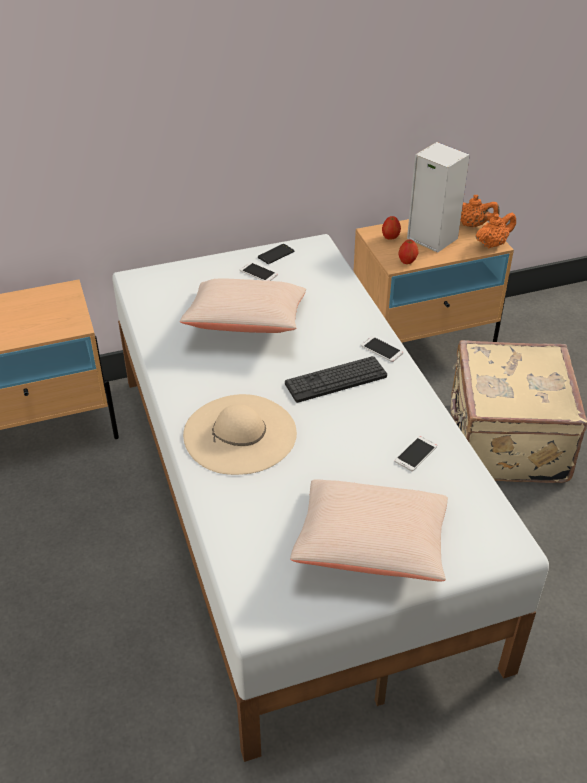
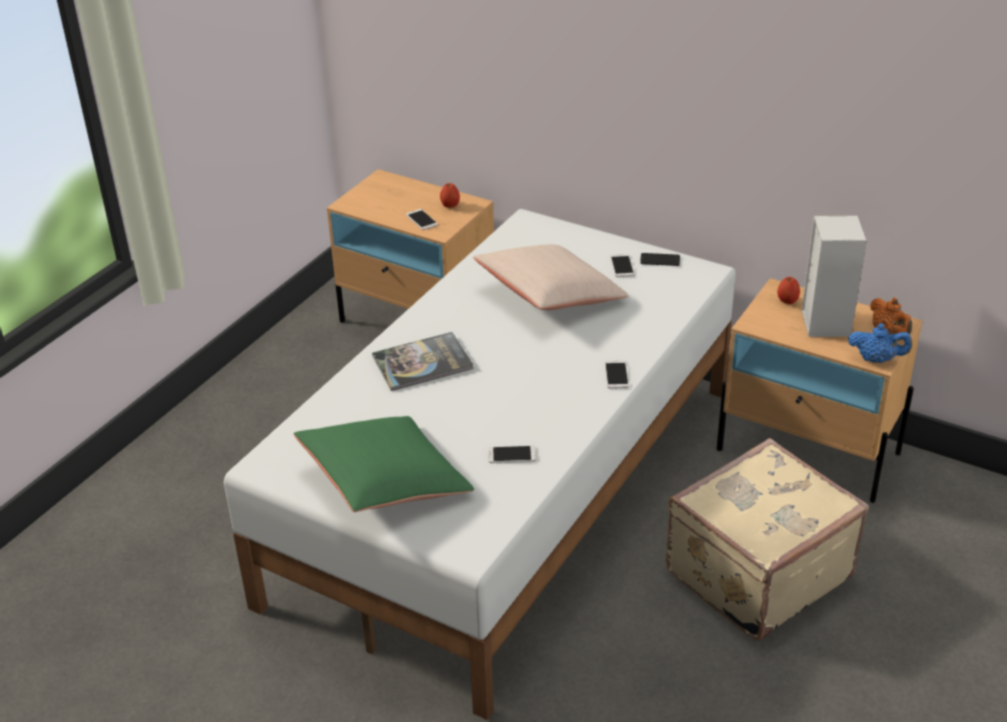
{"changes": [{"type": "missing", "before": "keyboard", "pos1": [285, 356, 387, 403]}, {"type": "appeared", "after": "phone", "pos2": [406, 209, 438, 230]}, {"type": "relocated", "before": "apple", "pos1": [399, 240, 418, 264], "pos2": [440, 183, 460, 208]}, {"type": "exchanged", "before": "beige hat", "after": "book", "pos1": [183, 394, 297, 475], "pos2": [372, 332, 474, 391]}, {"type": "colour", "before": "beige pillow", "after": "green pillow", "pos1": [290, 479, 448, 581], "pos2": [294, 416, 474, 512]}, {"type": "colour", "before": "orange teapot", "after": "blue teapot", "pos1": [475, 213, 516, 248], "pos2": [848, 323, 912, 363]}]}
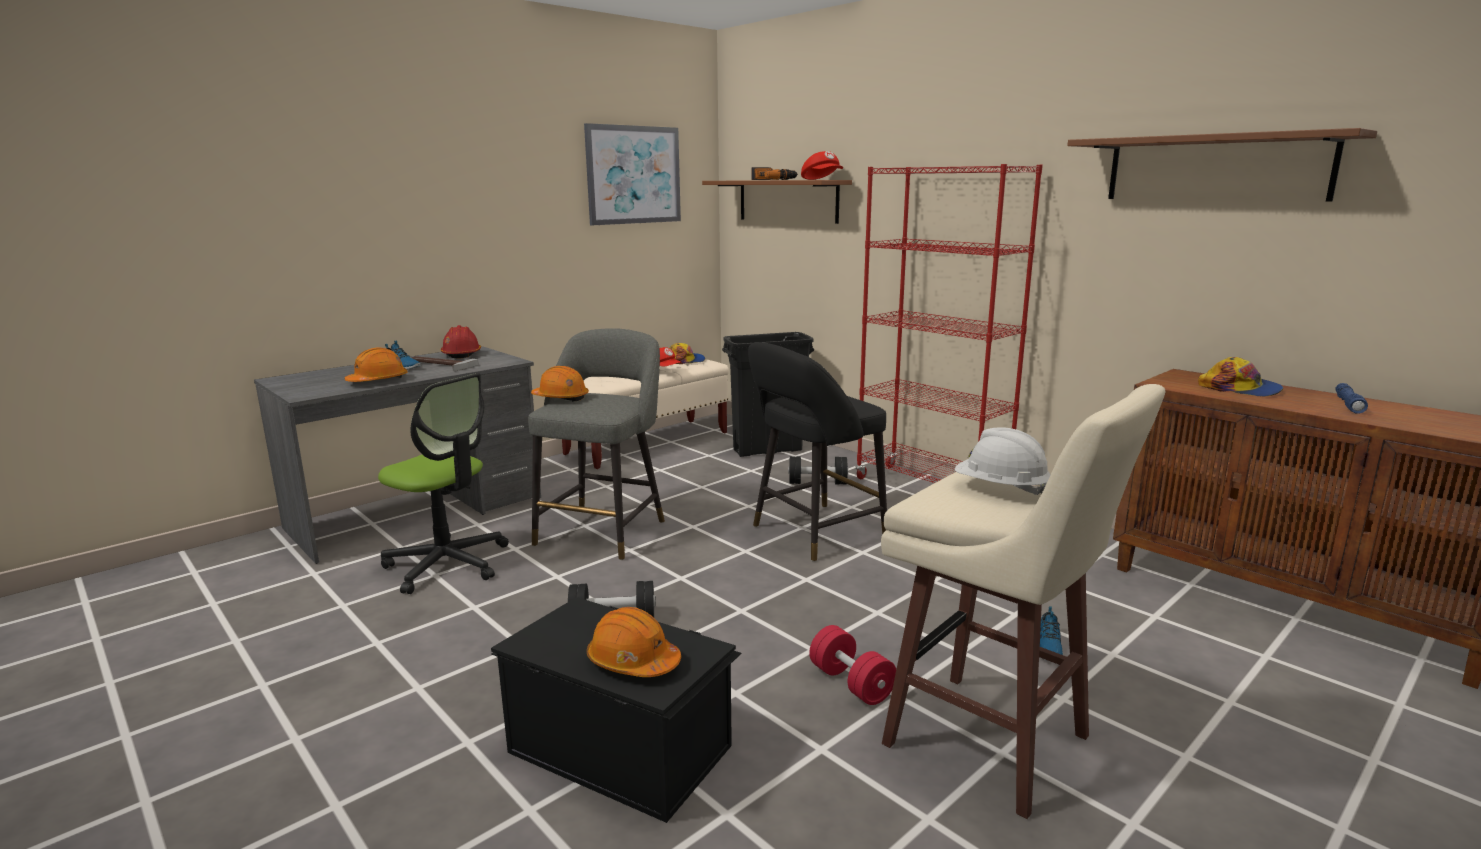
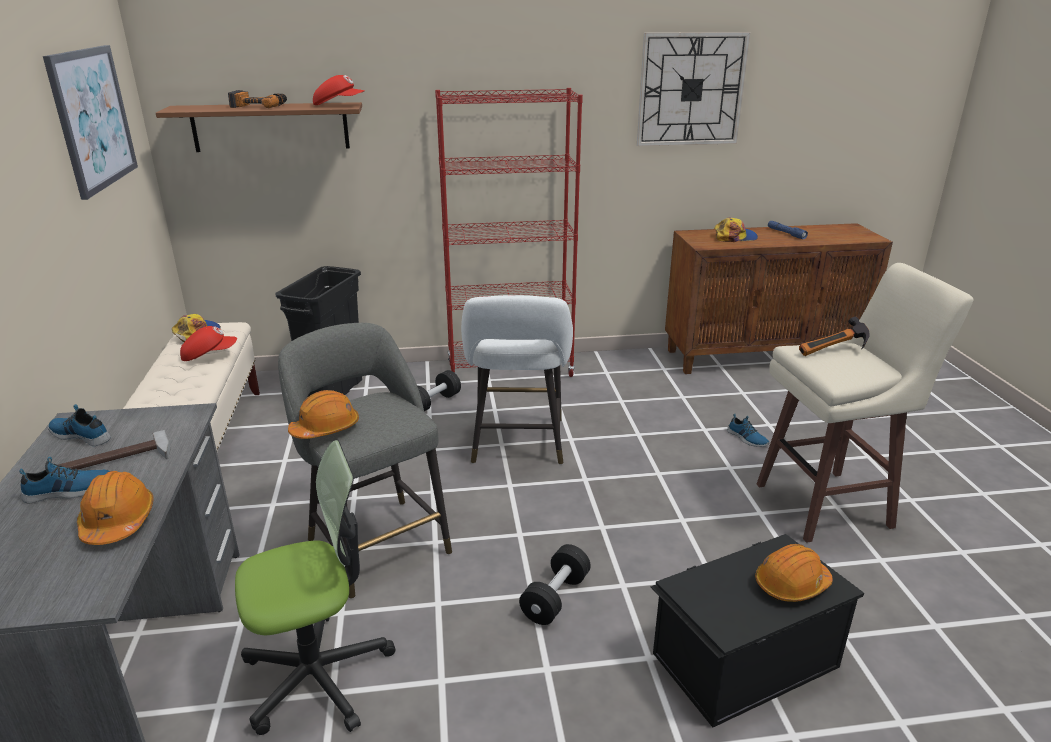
{"changes": [{"type": "missing", "before": "red dumbbell", "pos1": [809, 625, 896, 705]}, {"type": "exchanged", "before": "red hard hat", "after": "shoe", "pos1": [441, 325, 481, 358], "pos2": [48, 404, 111, 446]}, {"type": "exchanged", "before": "white hard hat", "after": "hammer", "pos1": [955, 427, 1051, 495], "pos2": [799, 317, 870, 356]}, {"type": "exchanged", "before": "brown shelf", "after": "wall clock", "pos1": [1067, 128, 1377, 202], "pos2": [637, 32, 751, 146]}, {"type": "colour", "before": "black stool", "after": "white stool", "pos1": [748, 342, 887, 562], "pos2": [461, 295, 573, 465]}]}
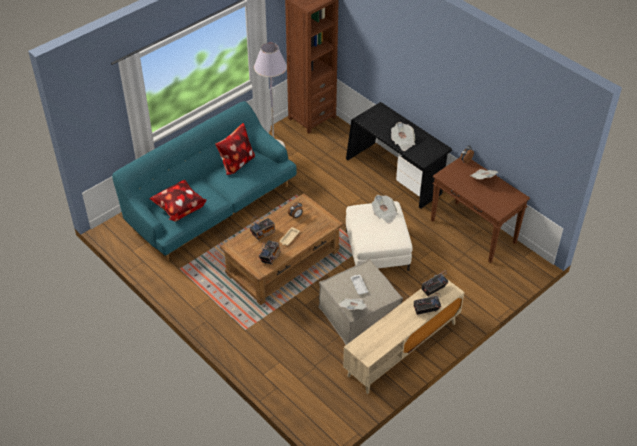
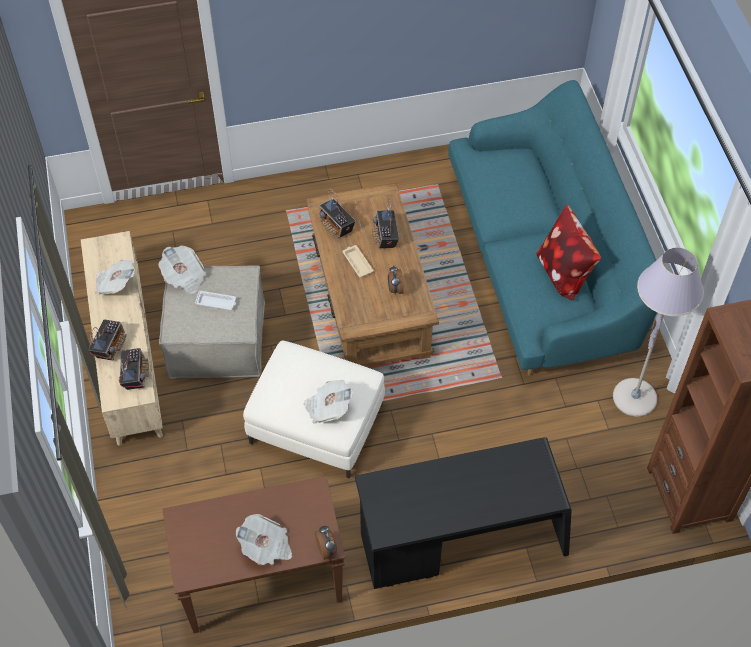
{"changes": [{"type": "missing", "before": "pillow", "pos1": [149, 180, 206, 222]}, {"type": "relocated", "before": "newspaper", "pos1": [391, 122, 415, 151], "pos2": [95, 260, 135, 294]}]}
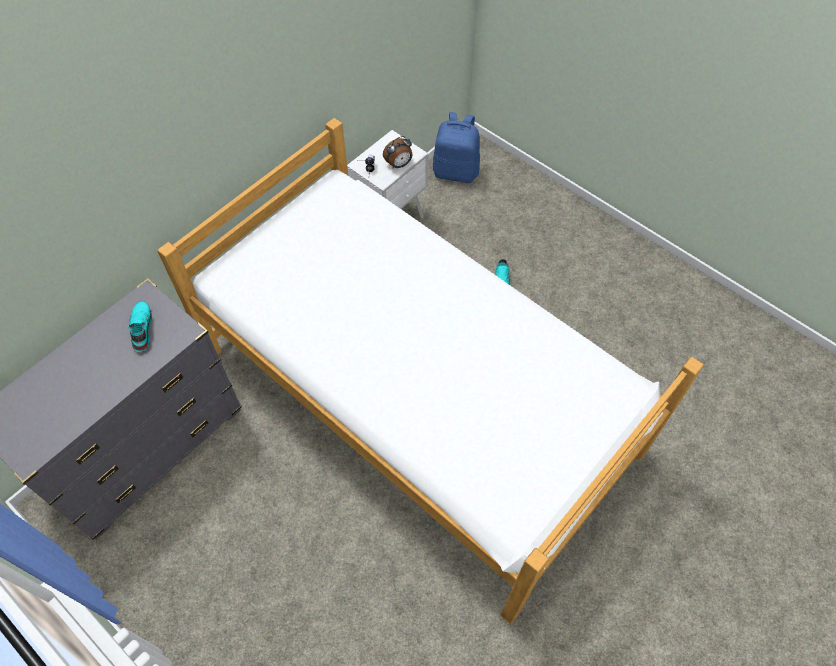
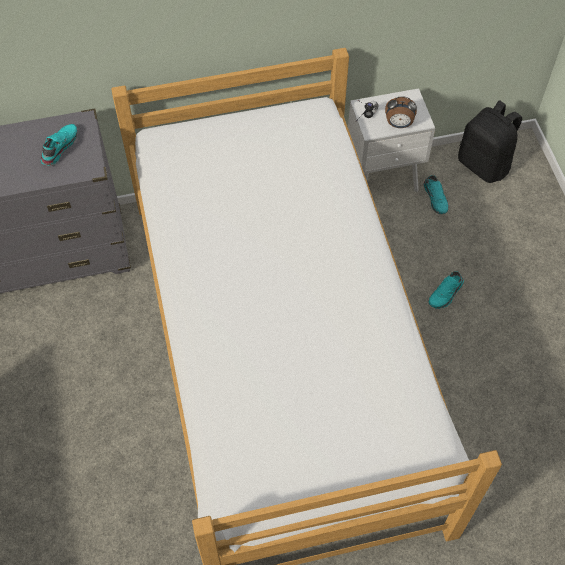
{"changes": [{"type": "appeared", "after": "turquoise shoe", "pos2": [424, 175, 449, 214]}, {"type": "colour", "before": "blue backpack", "after": "black backpack", "pos1": [433, 112, 480, 183], "pos2": [458, 100, 522, 183]}]}
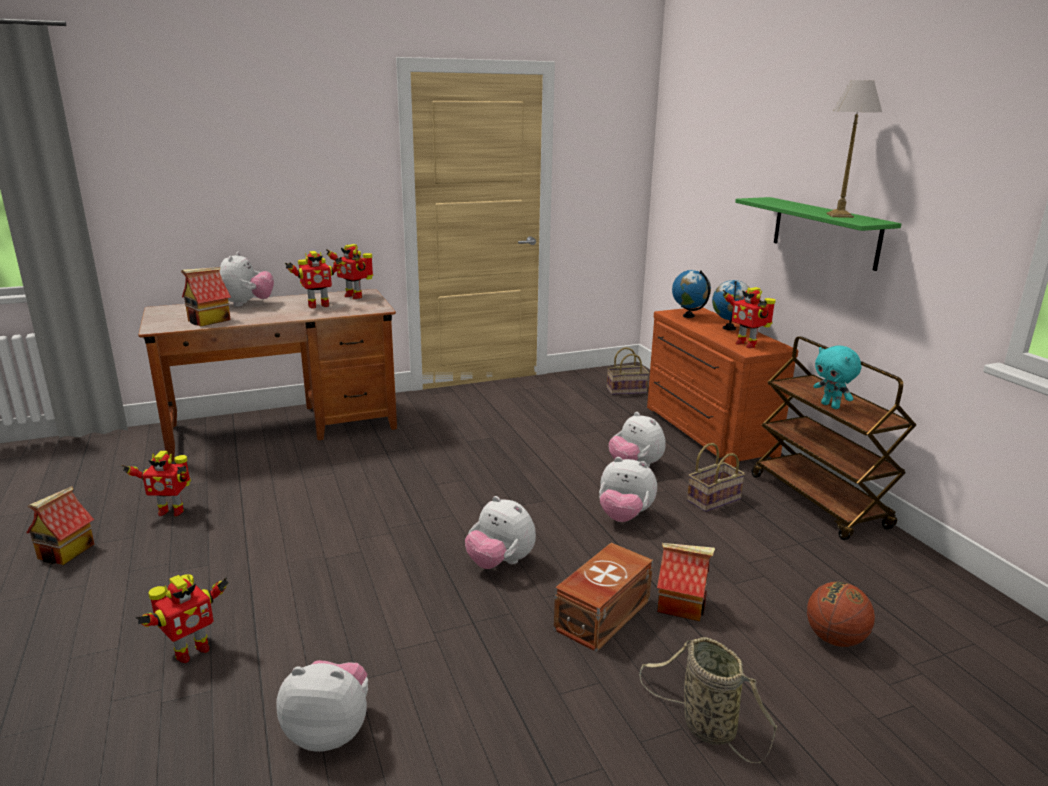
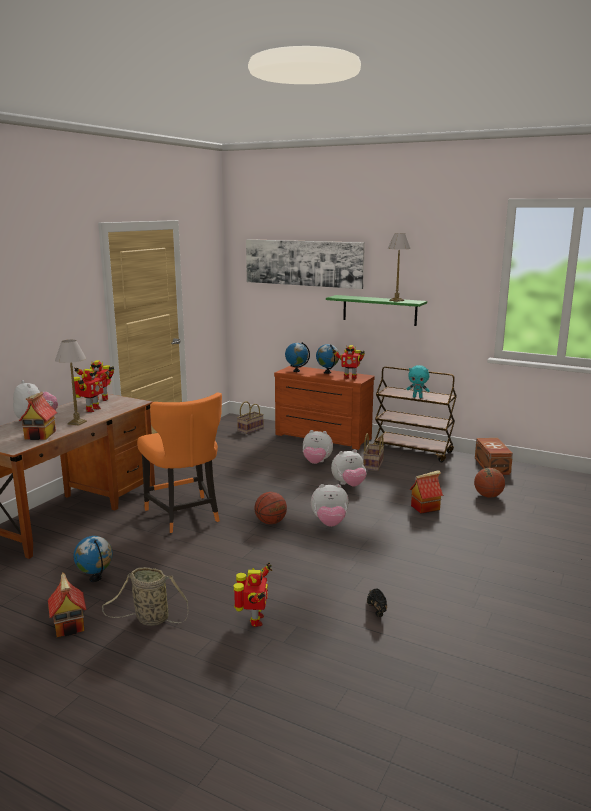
{"changes": [{"type": "appeared", "after": "table lamp", "pos2": [55, 340, 87, 426]}, {"type": "appeared", "after": "orange chair", "pos2": [137, 392, 222, 533]}, {"type": "appeared", "after": "picture", "pos2": [246, 239, 365, 289]}, {"type": "appeared", "after": "basketball", "pos2": [254, 492, 287, 524]}, {"type": "relocated", "before": "brown storage box", "pos1": [554, 543, 653, 652], "pos2": [475, 438, 513, 475]}, {"type": "relocated", "before": "basket", "pos1": [639, 637, 777, 763], "pos2": [102, 567, 188, 626]}, {"type": "exchanged", "before": "toy robot", "after": "globe", "pos1": [122, 451, 191, 516], "pos2": [73, 536, 113, 582]}, {"type": "exchanged", "before": "plush toy", "after": "black shoe", "pos1": [276, 660, 368, 752], "pos2": [367, 589, 387, 617]}]}
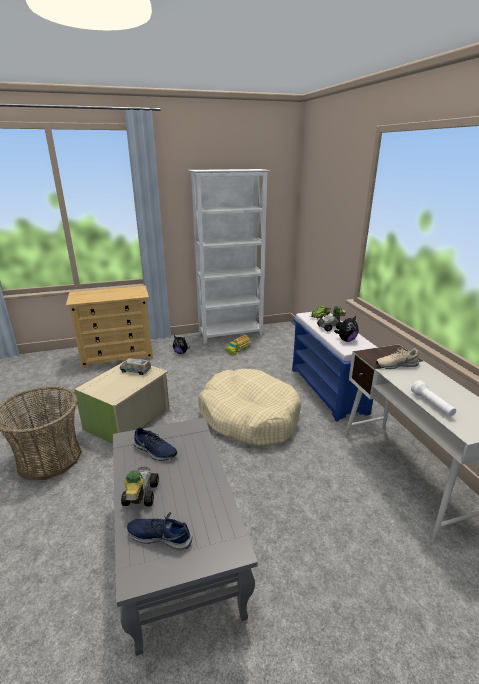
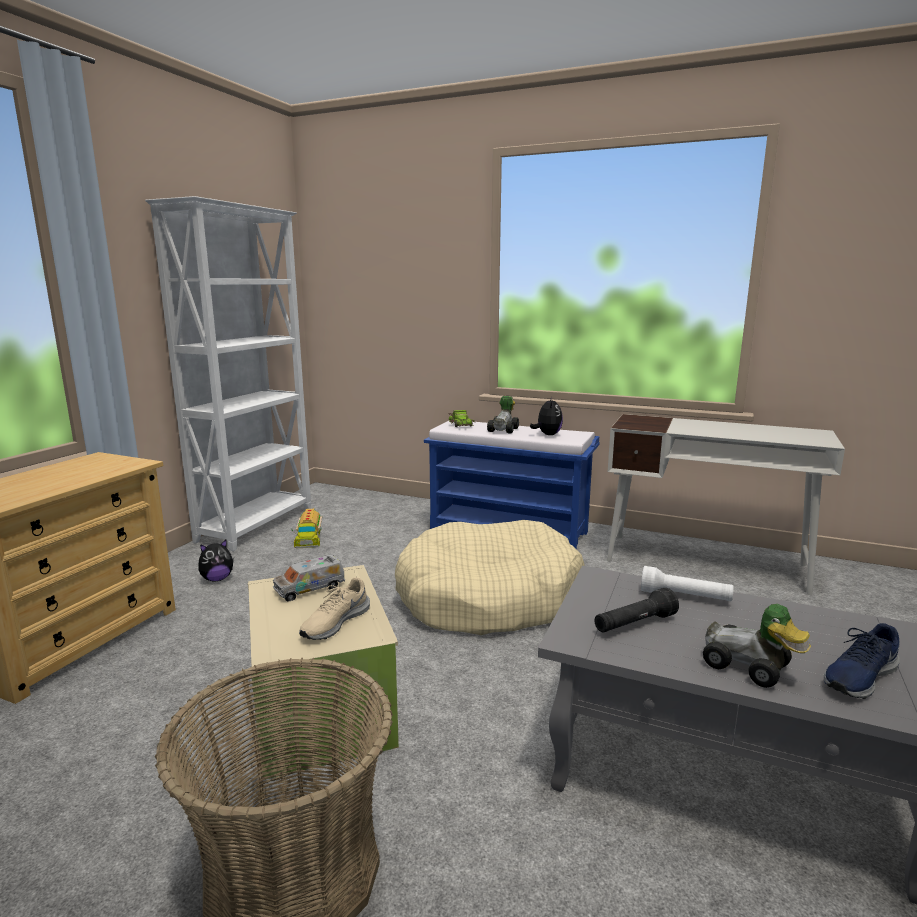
{"changes": [{"type": "relocated", "before": "beige shoe", "pos1": [376, 347, 419, 369], "pos2": [299, 577, 370, 640]}, {"type": "relocated", "before": "white flashlight", "pos1": [411, 380, 456, 416], "pos2": [641, 566, 734, 601]}, {"type": "exchanged", "before": "blue shoe", "after": "black flashlight", "pos1": [133, 427, 177, 461], "pos2": [595, 588, 679, 633]}]}
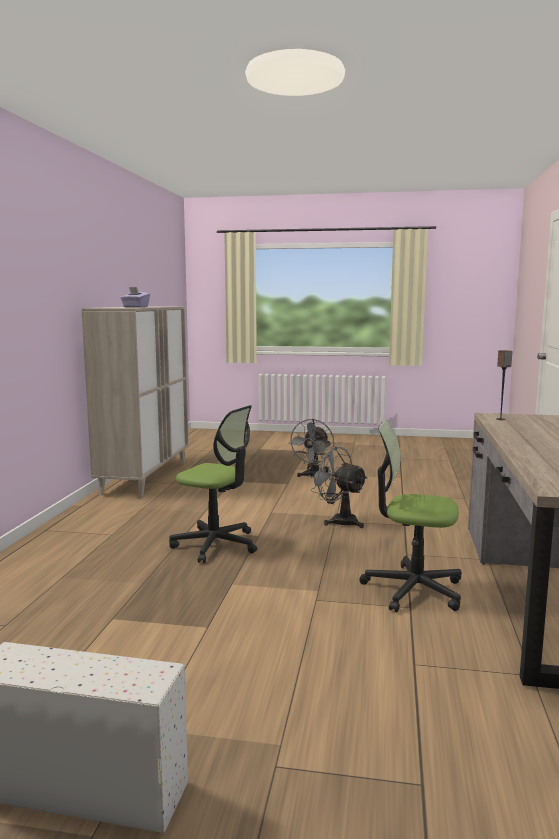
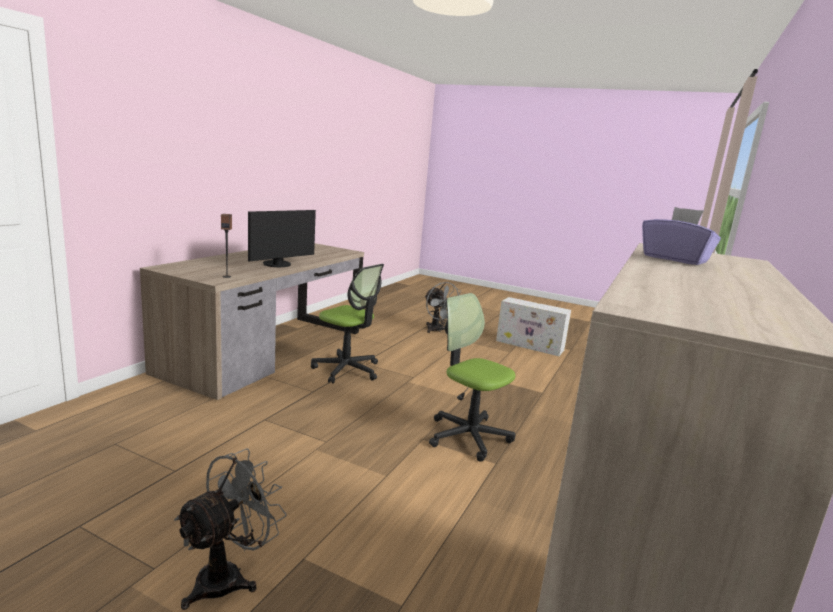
{"changes": [{"type": "appeared", "after": "monitor", "pos2": [248, 210, 316, 267]}, {"type": "relocated", "before": "grey fan", "pos1": [308, 446, 368, 528], "pos2": [425, 282, 461, 333]}]}
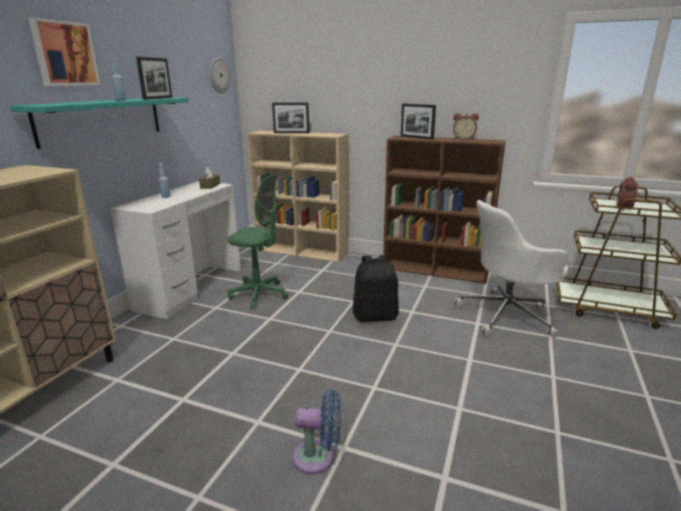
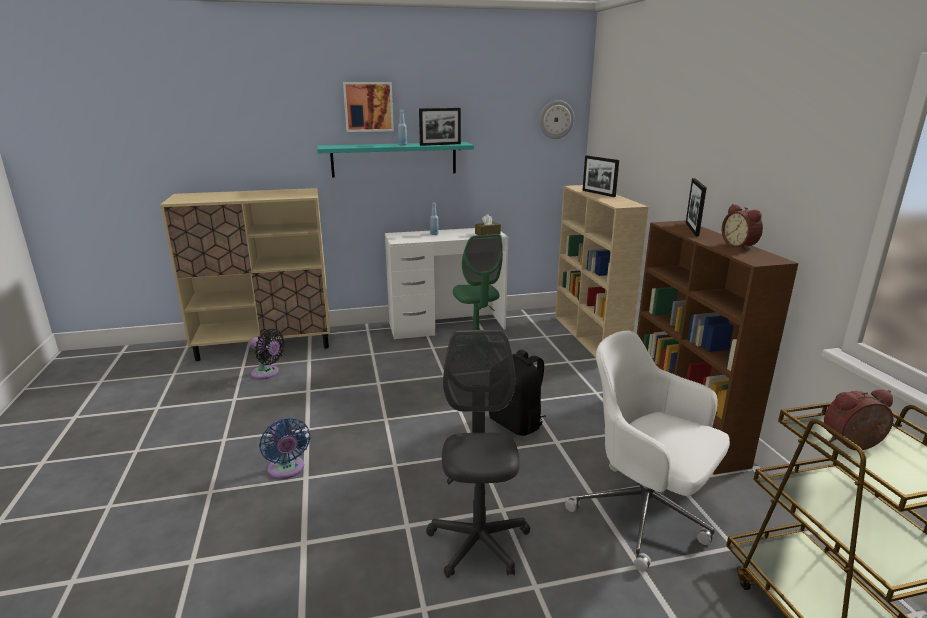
{"changes": [{"type": "appeared", "after": "black fan", "pos2": [250, 329, 285, 379]}, {"type": "appeared", "after": "grey office chair", "pos2": [426, 330, 530, 578]}]}
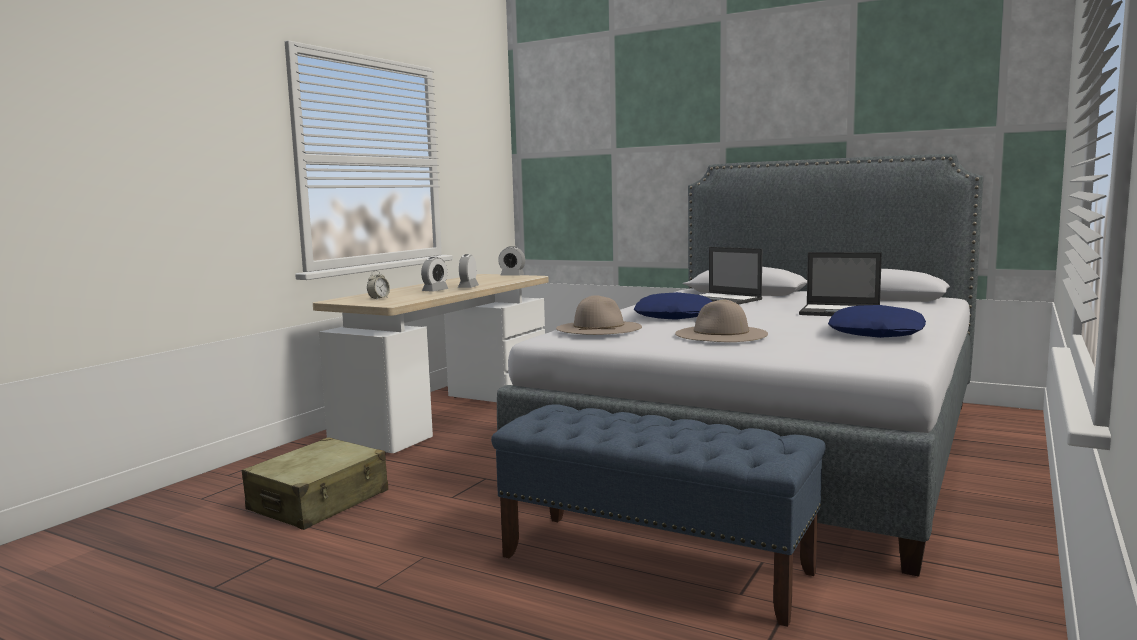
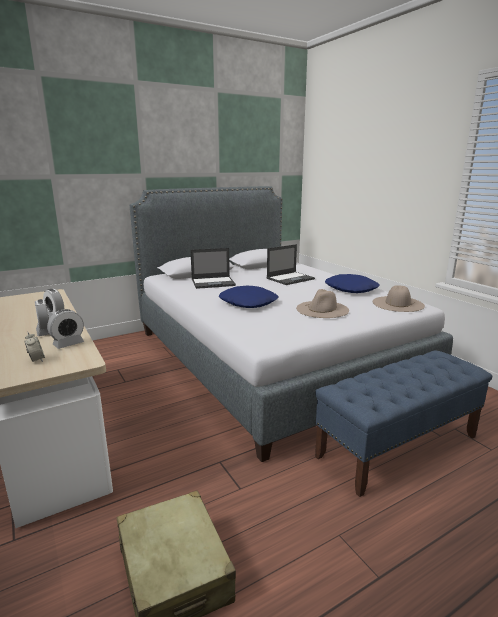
{"changes": [{"type": "relocated", "before": "alarm clock", "pos1": [498, 246, 525, 276], "pos2": [47, 309, 84, 349]}, {"type": "relocated", "before": "beige hat", "pos1": [556, 295, 642, 335], "pos2": [373, 285, 425, 312]}]}
